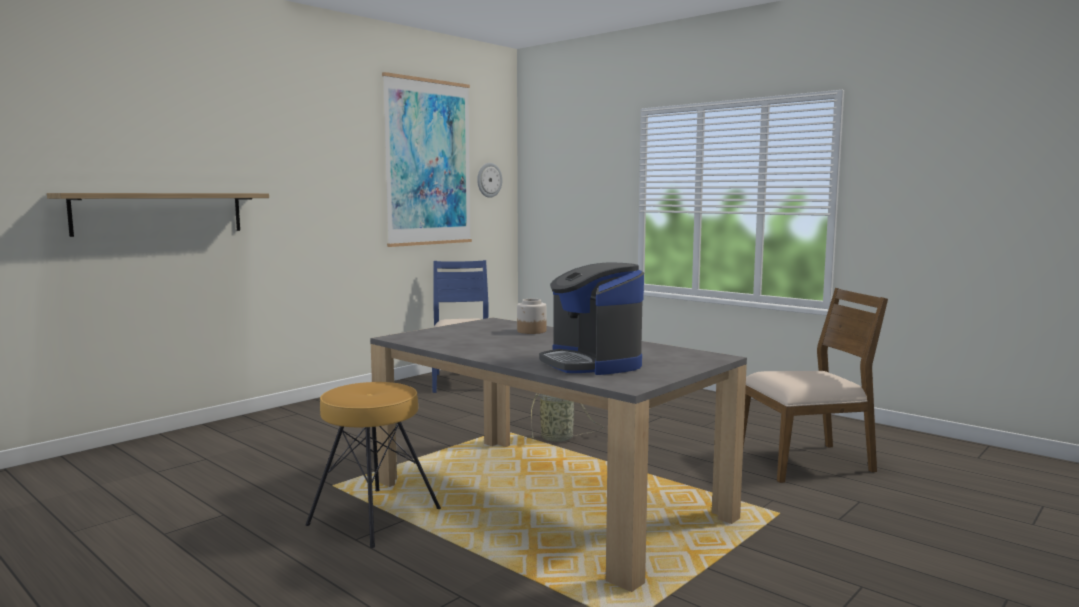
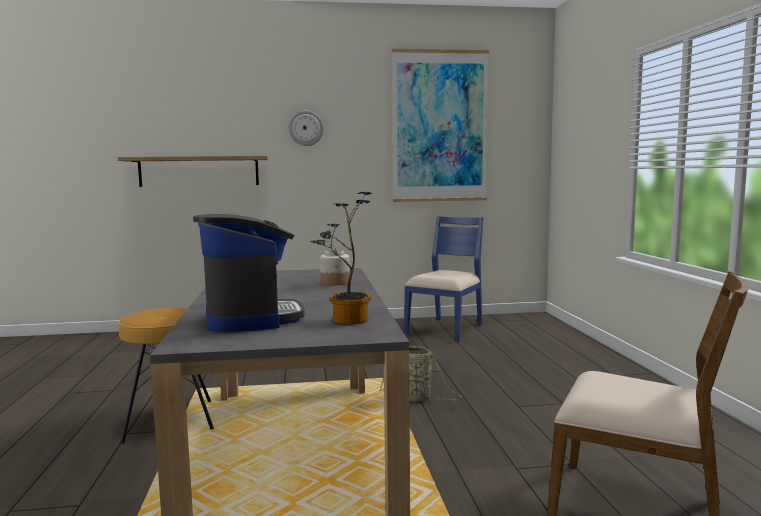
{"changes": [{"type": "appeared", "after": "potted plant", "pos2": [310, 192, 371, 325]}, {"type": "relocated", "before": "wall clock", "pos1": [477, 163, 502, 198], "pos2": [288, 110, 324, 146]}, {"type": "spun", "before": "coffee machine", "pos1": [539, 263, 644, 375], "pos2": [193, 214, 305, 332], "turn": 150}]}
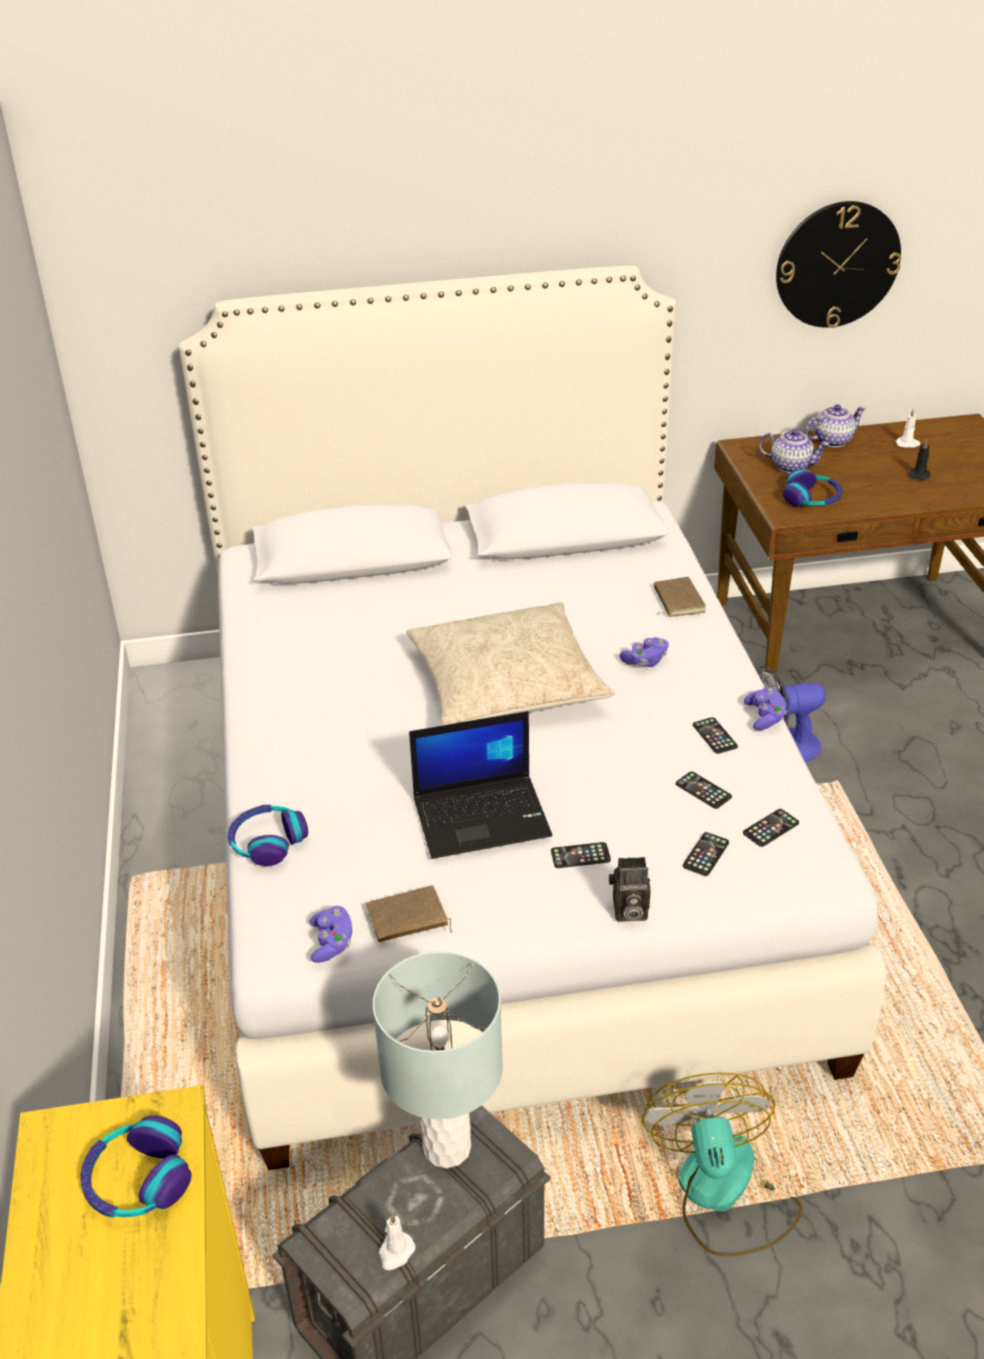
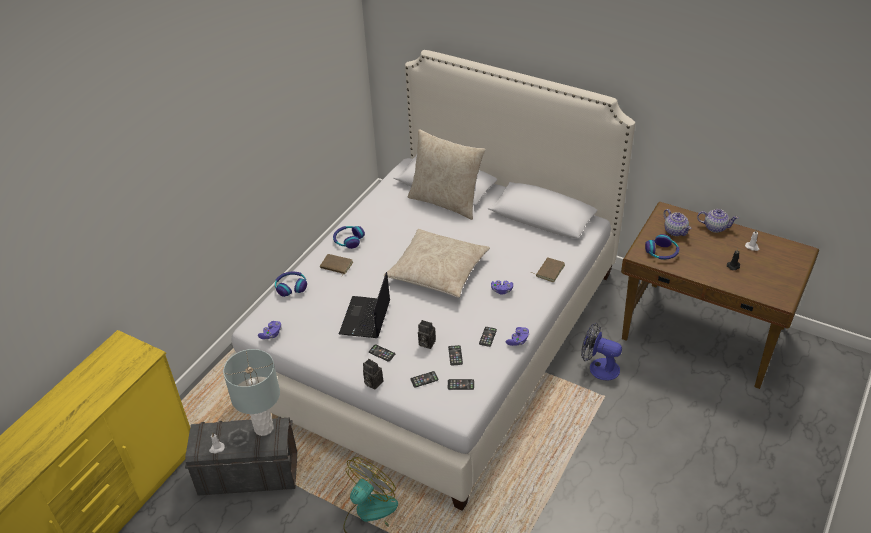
{"changes": [{"type": "missing", "before": "wall clock", "pos1": [776, 201, 901, 328]}, {"type": "appeared", "after": "beige pillow", "pos2": [408, 129, 486, 220]}, {"type": "appeared", "after": "photo camera", "pos2": [418, 320, 436, 349]}, {"type": "relocated", "before": "headphones", "pos1": [80, 1115, 192, 1218], "pos2": [333, 226, 365, 249]}, {"type": "relocated", "before": "brown book", "pos1": [365, 885, 452, 942], "pos2": [320, 254, 353, 275]}, {"type": "spun", "before": "laptop", "pos1": [409, 711, 552, 859], "pos2": [339, 272, 390, 338], "turn": 75}]}
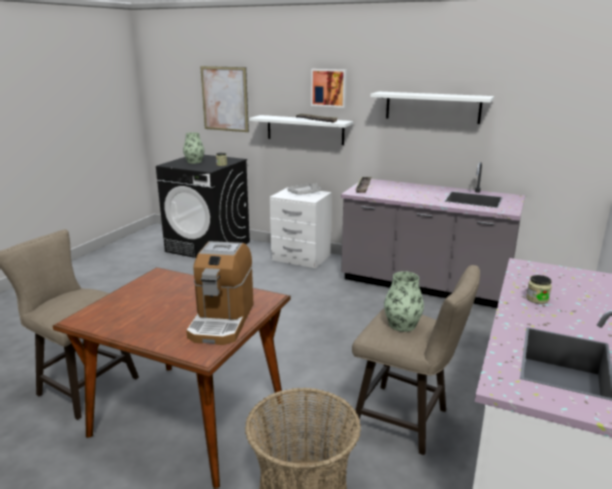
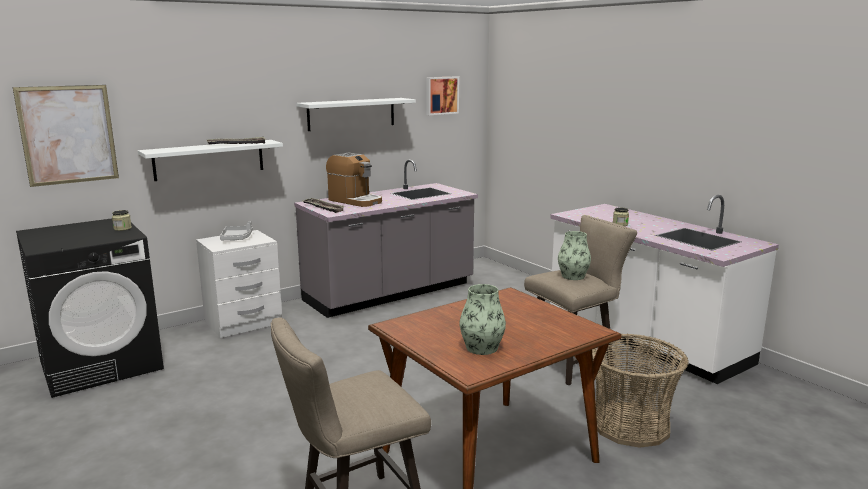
{"changes": [{"type": "relocated", "before": "vase", "pos1": [183, 132, 204, 164], "pos2": [459, 284, 506, 355]}, {"type": "relocated", "before": "coffee machine", "pos1": [186, 241, 253, 345], "pos2": [326, 153, 382, 207]}, {"type": "relocated", "before": "picture", "pos1": [311, 69, 347, 108], "pos2": [426, 76, 459, 115]}]}
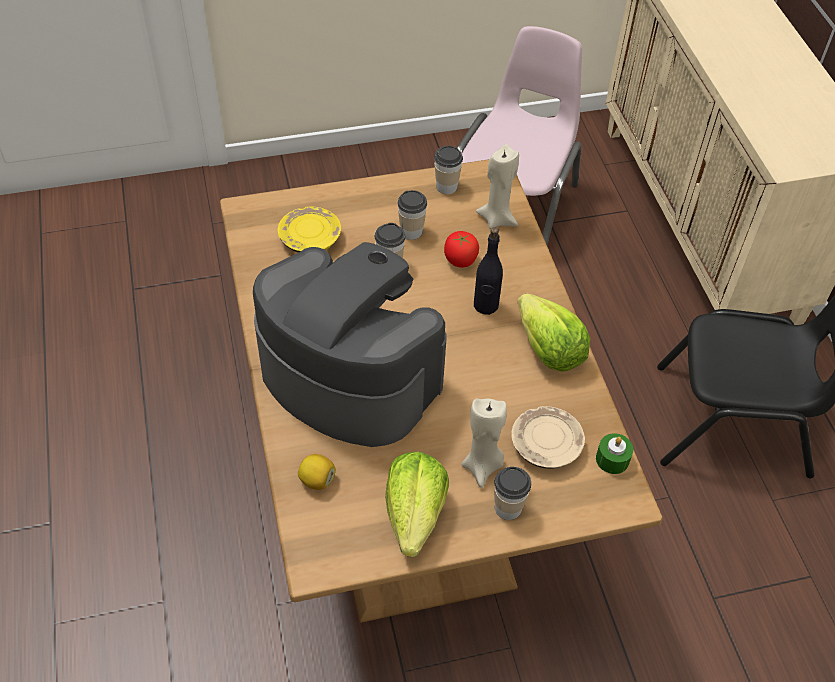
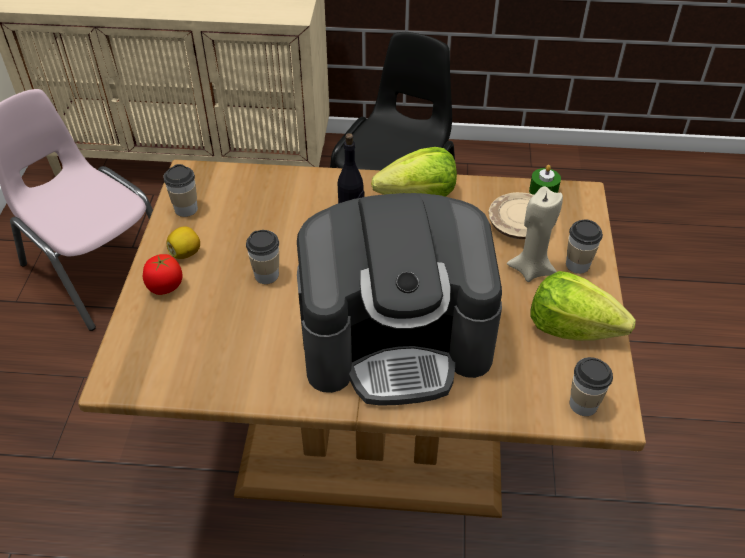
{"changes": [{"type": "missing", "before": "yellow plate", "pos1": [278, 207, 341, 253]}, {"type": "missing", "before": "beige candle", "pos1": [476, 144, 519, 229]}, {"type": "relocated", "before": "lemon", "pos1": [298, 454, 336, 490], "pos2": [167, 226, 200, 259]}, {"type": "relocated", "before": "cup", "pos1": [397, 190, 427, 240], "pos2": [570, 357, 613, 416]}, {"type": "relocated", "before": "tomato", "pos1": [444, 231, 479, 268], "pos2": [143, 254, 183, 295]}, {"type": "spun", "before": "coffee machine", "pos1": [253, 242, 446, 447], "pos2": [297, 193, 502, 406], "turn": -150}]}
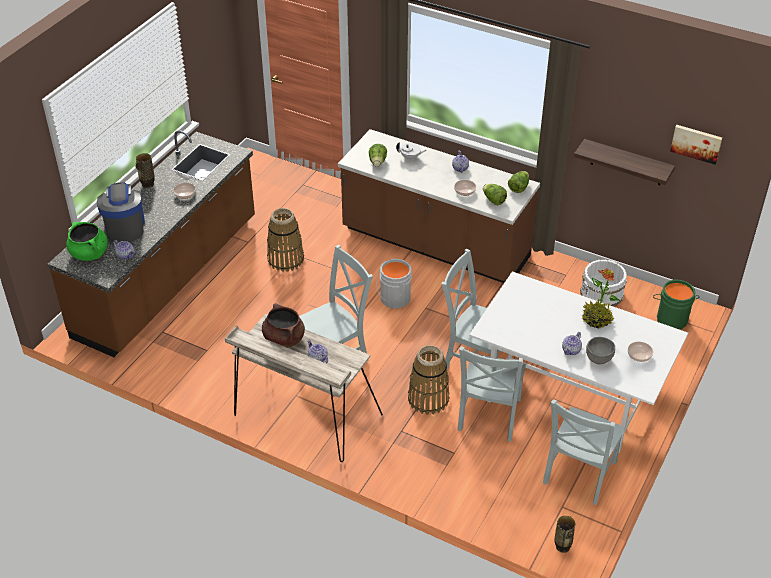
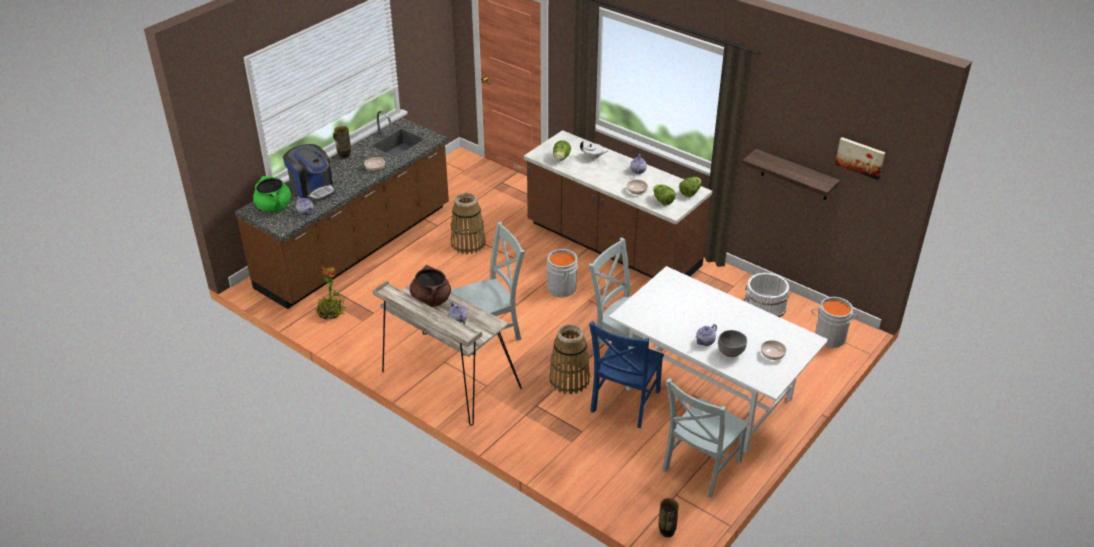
{"changes": [{"type": "relocated", "before": "potted plant", "pos1": [582, 268, 621, 328], "pos2": [316, 267, 346, 320]}, {"type": "colour", "before": "grey chair", "after": "blue chair", "pos1": [457, 346, 526, 442], "pos2": [589, 321, 664, 428]}, {"type": "colour", "before": "green bucket", "after": "grey bucket", "pos1": [653, 279, 699, 330], "pos2": [812, 297, 858, 348]}, {"type": "spun", "before": "coffee machine", "pos1": [97, 182, 145, 243], "pos2": [283, 144, 336, 201], "turn": 135}]}
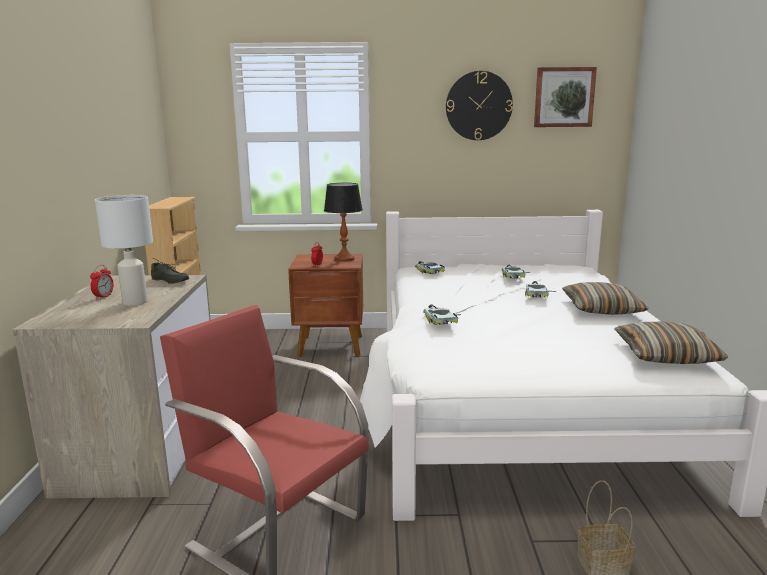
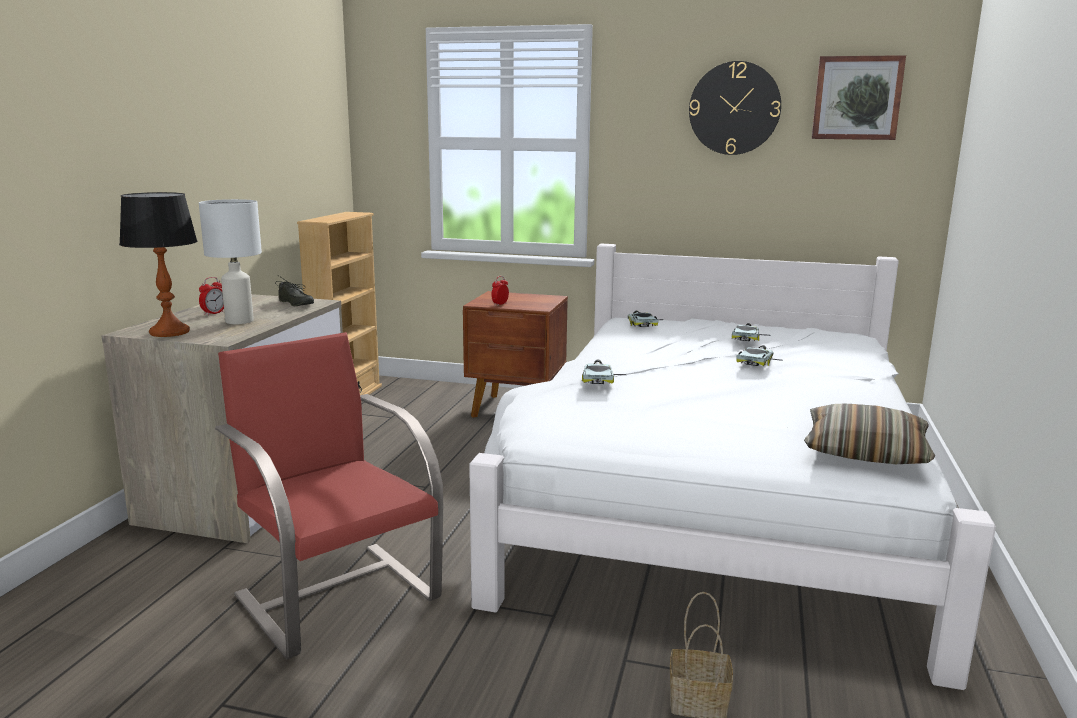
{"changes": [{"type": "missing", "before": "pillow", "pos1": [562, 282, 649, 315]}, {"type": "relocated", "before": "table lamp", "pos1": [324, 183, 363, 261], "pos2": [119, 192, 197, 337]}]}
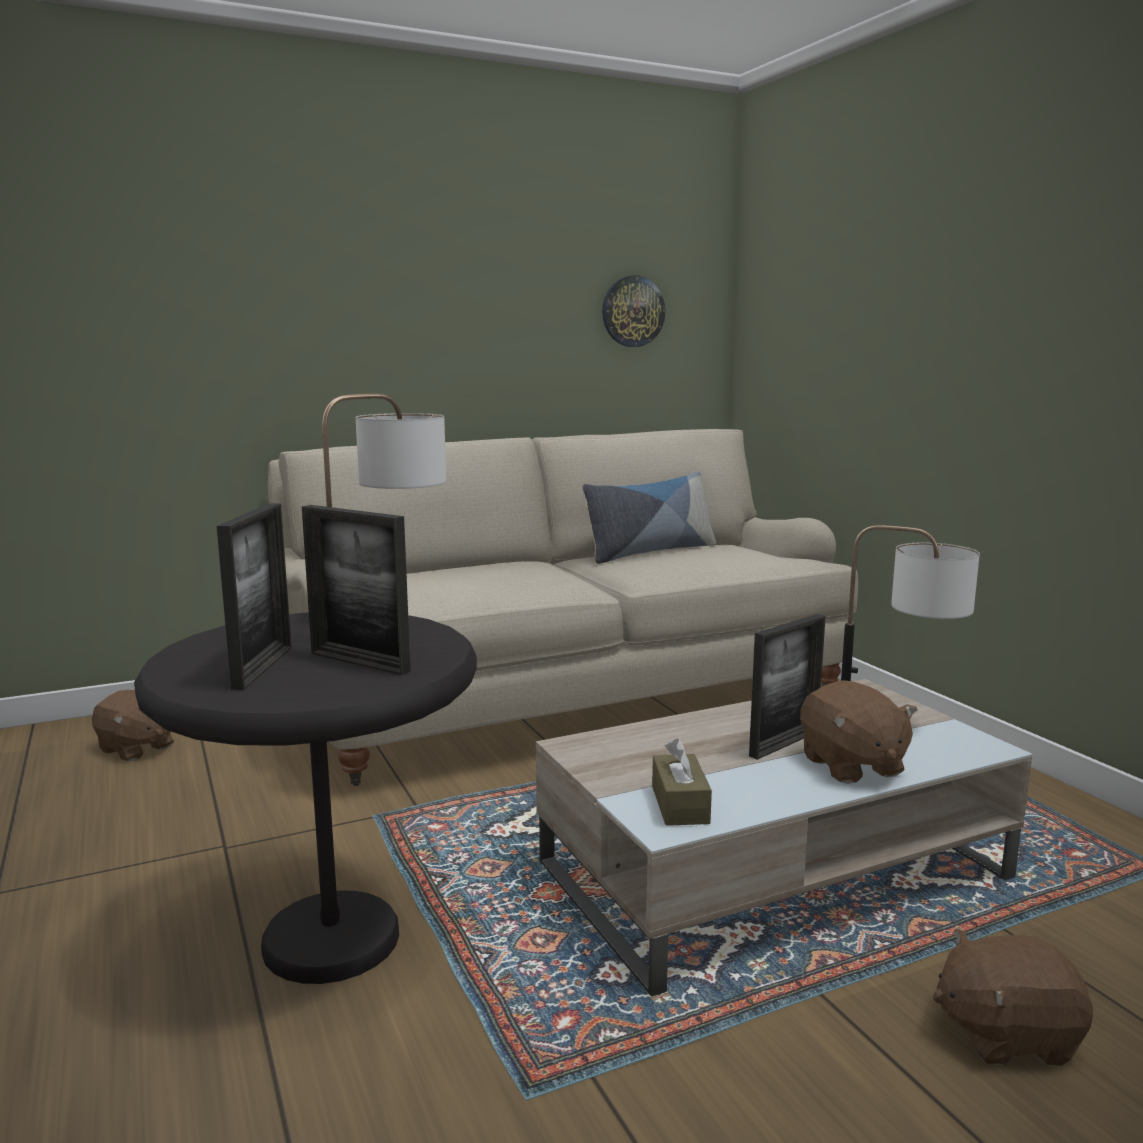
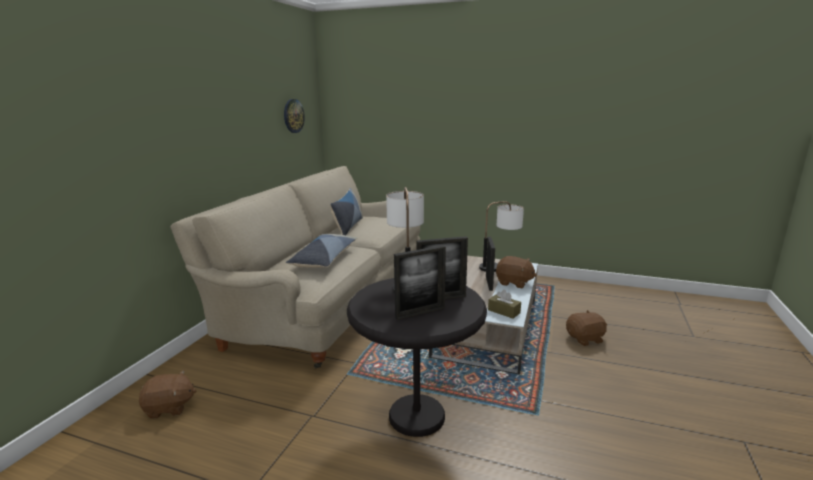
{"changes": [{"type": "appeared", "after": "pillow", "pos2": [286, 234, 357, 268]}, {"type": "spun", "before": "picture frame", "pos1": [217, 503, 291, 690], "pos2": [394, 245, 446, 320], "turn": 105}, {"type": "spun", "before": "brown plush toy", "pos1": [933, 929, 1093, 1066], "pos2": [566, 310, 608, 346], "turn": -150}]}
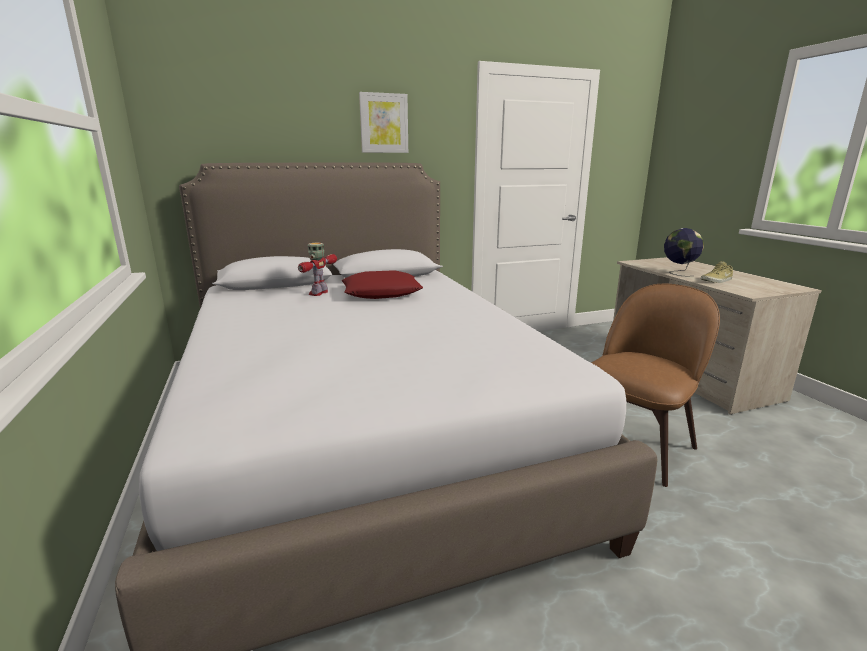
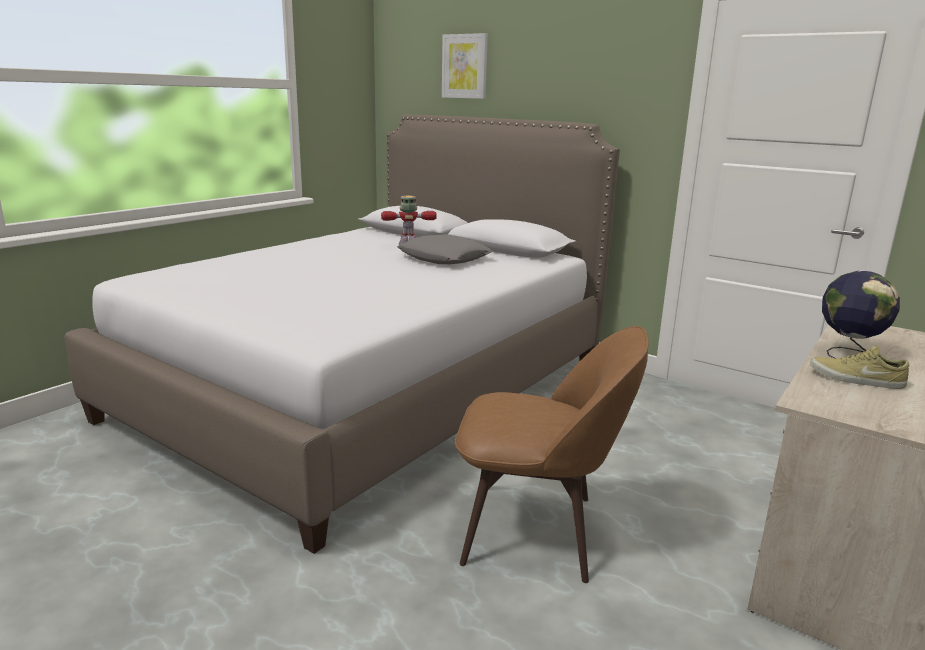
{"changes": [{"type": "relocated", "before": "picture", "pos1": [359, 92, 408, 153], "pos2": [442, 33, 488, 99]}, {"type": "colour", "before": "red pillow", "after": "grey pillow", "pos1": [341, 270, 423, 299], "pos2": [397, 234, 493, 264]}]}
